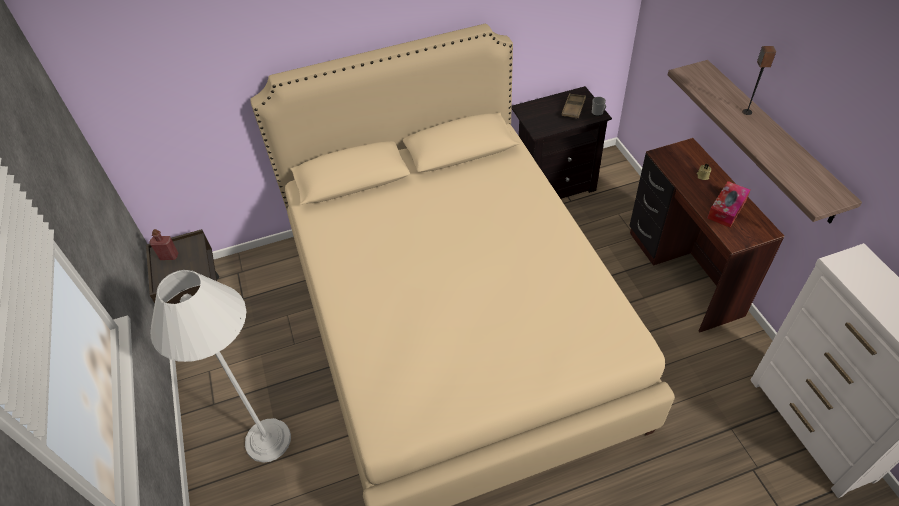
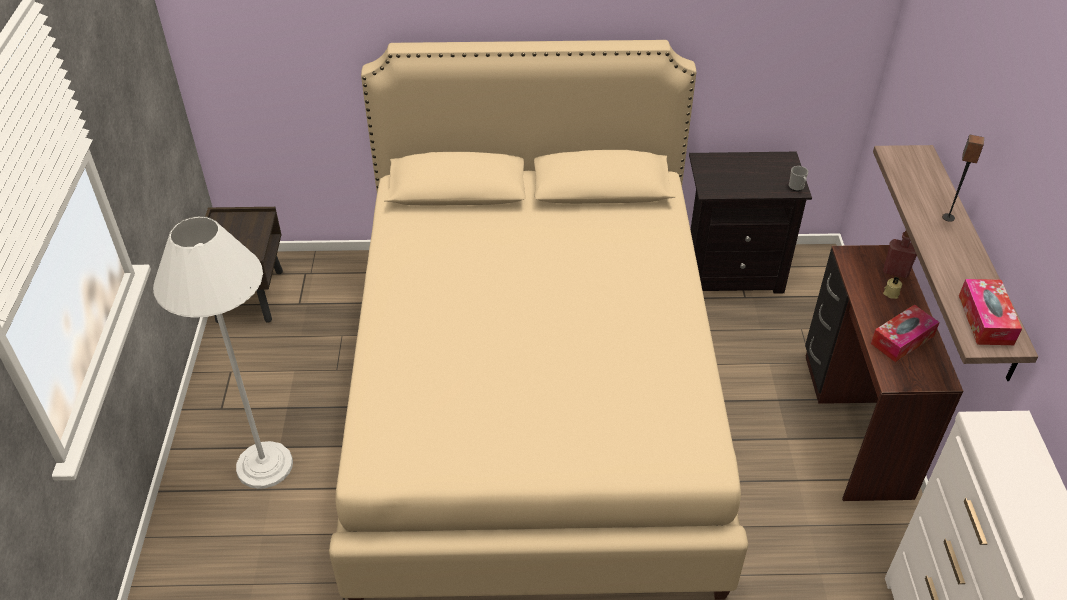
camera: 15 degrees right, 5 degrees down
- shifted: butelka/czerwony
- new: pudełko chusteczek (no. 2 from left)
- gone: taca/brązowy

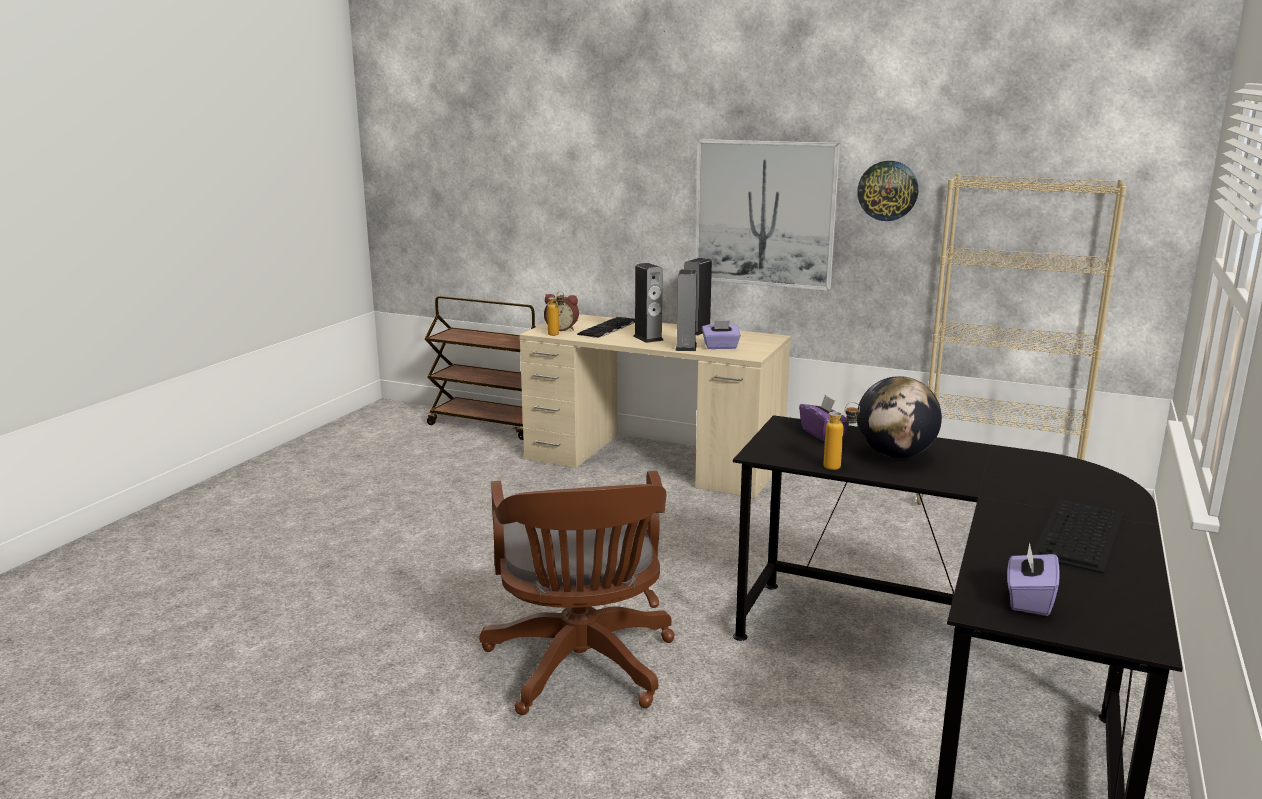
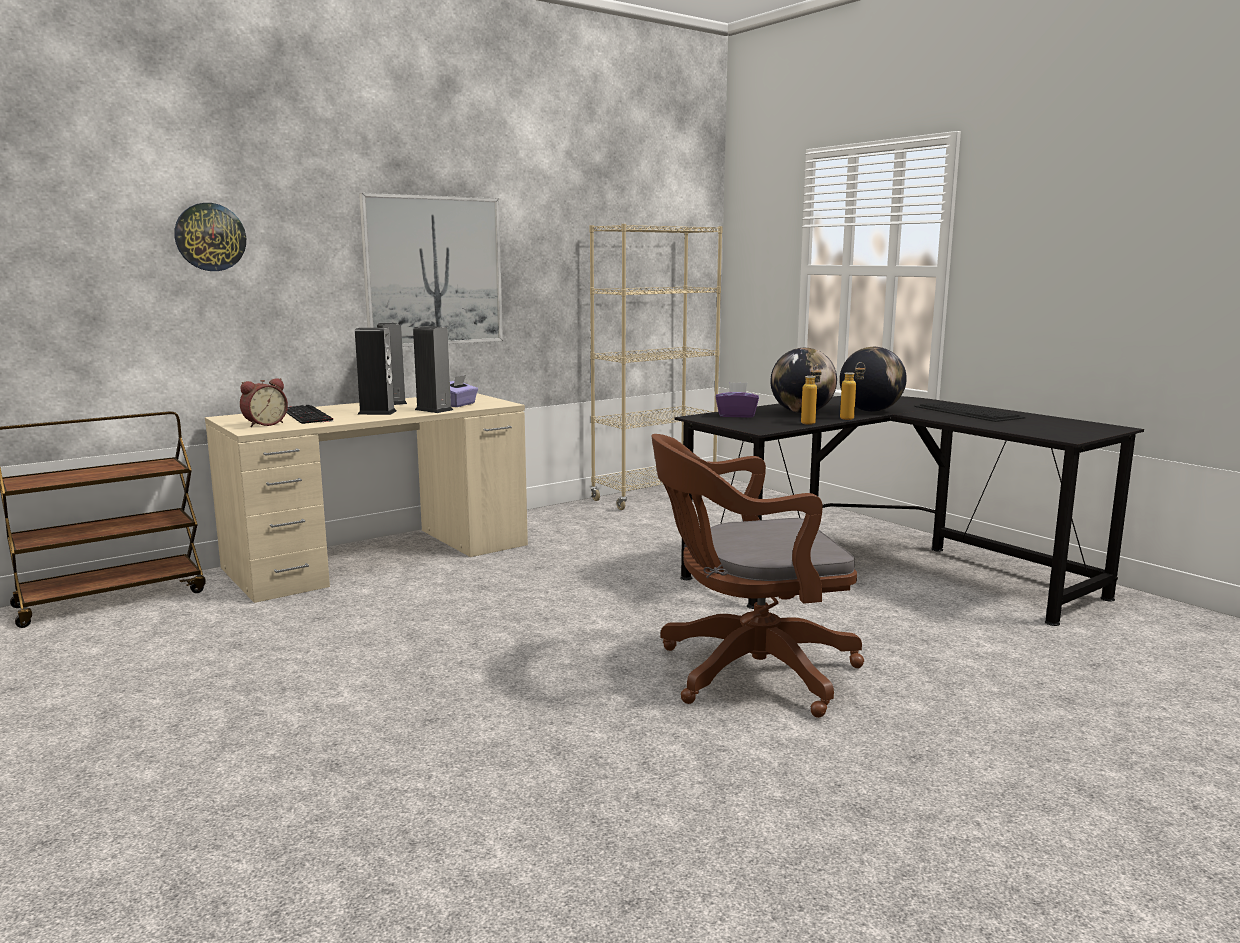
camera: 60 degrees left, 5 degrees down
- shifted: zegar ścienny
- rotated: krzesło biurowe/brązowy 150 degrees clockwise
- new: globus (no. 2 from left)
- shifted: butelka (no. 1 from left in the first image) to butelka (no. 2 from left)
- gone: pudełko chusteczek/fioletowy (no. 3 from left)

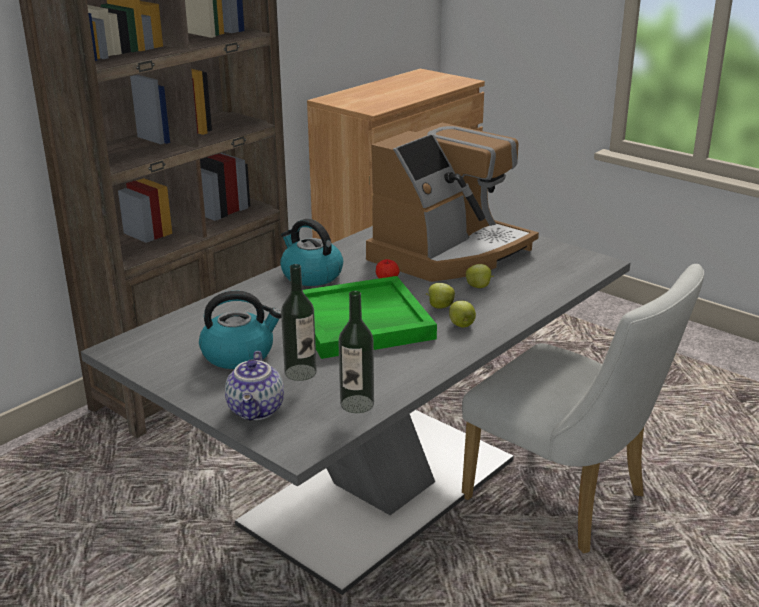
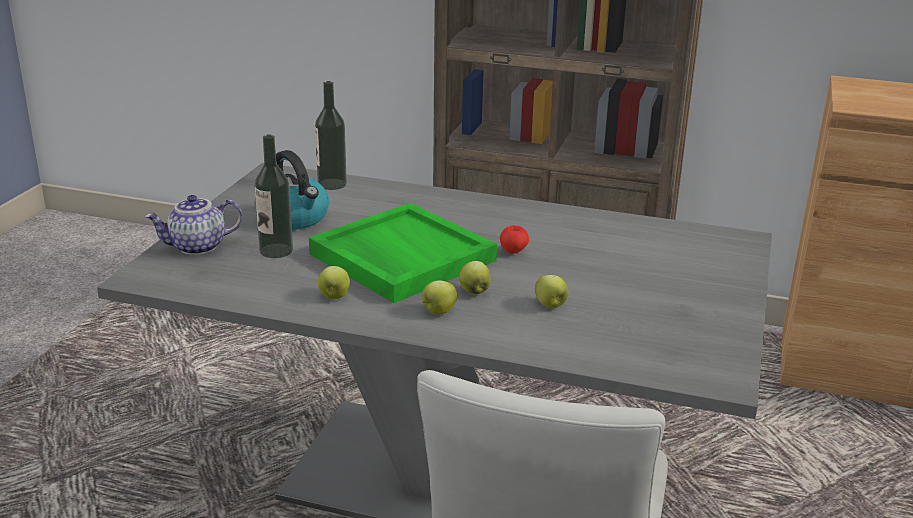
camera: 65 degrees right, 0 degrees up
- shifted: butelka (no. 2 from left)
- new: jabłko (no. 1 from left)
- gone: czajnik (no. 2 from left)
- gone: ekspres do kawy

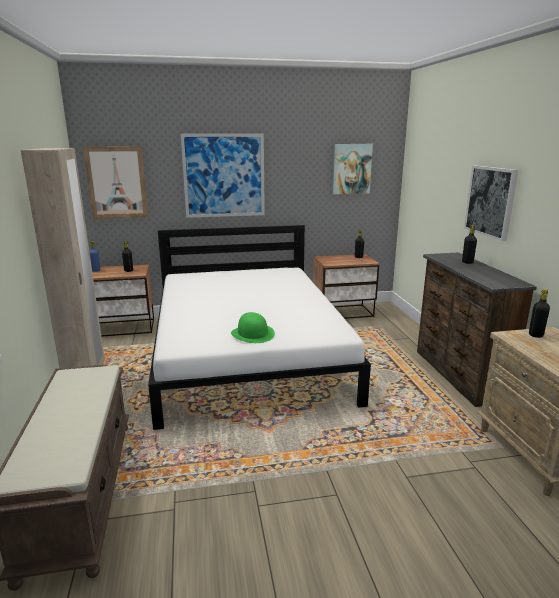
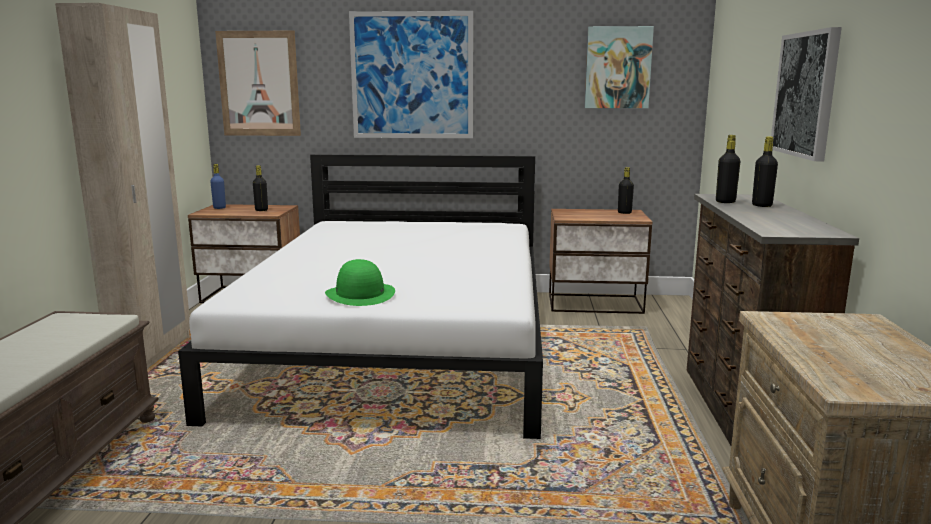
camera: 15 degrees right, 5 degrees down
- shifted: butelka/czarny (no. 4 from left in the first image) to butelka/czarny (no. 3 from left)

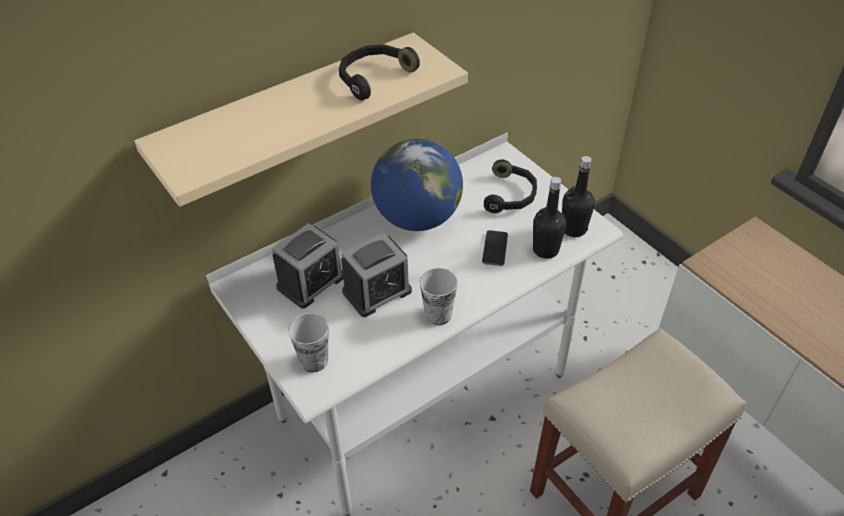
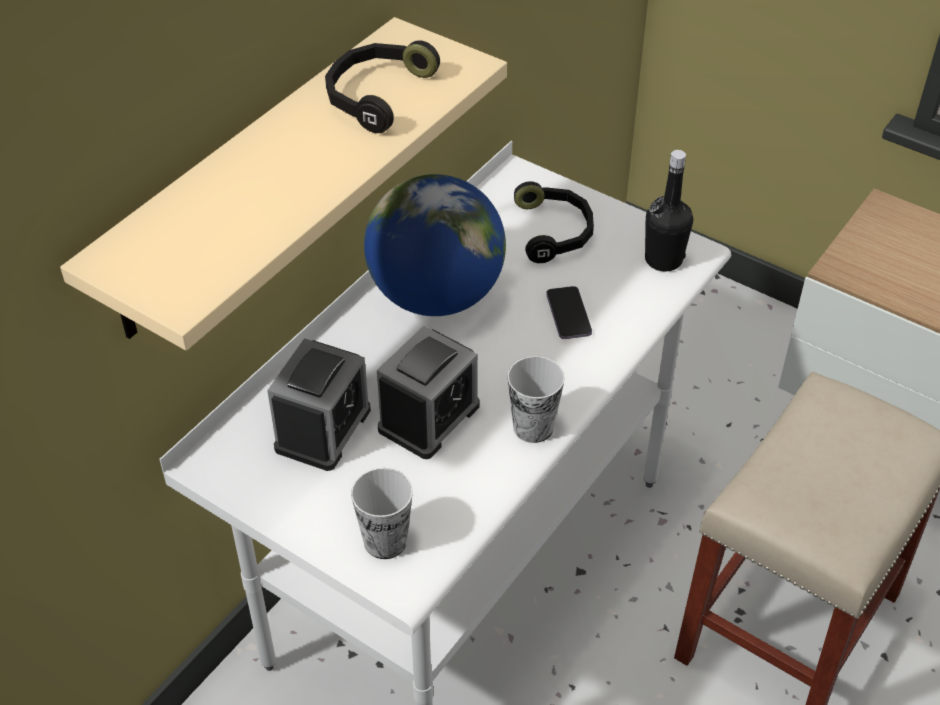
camera: 20 degrees left, 0 degrees up
- gone: butelka/czarny (no. 1 from left)

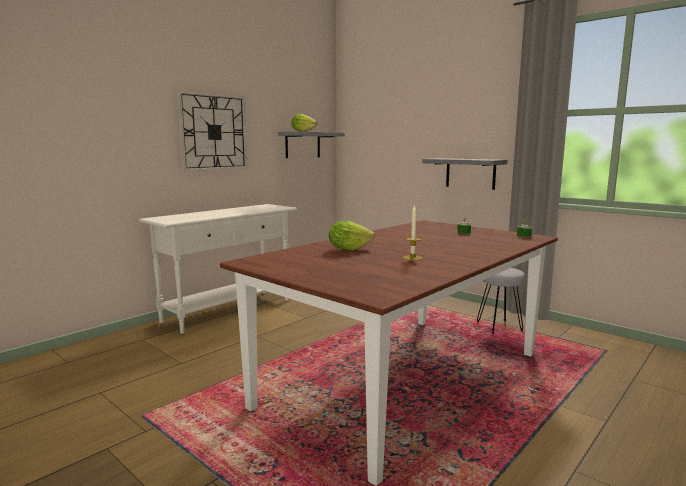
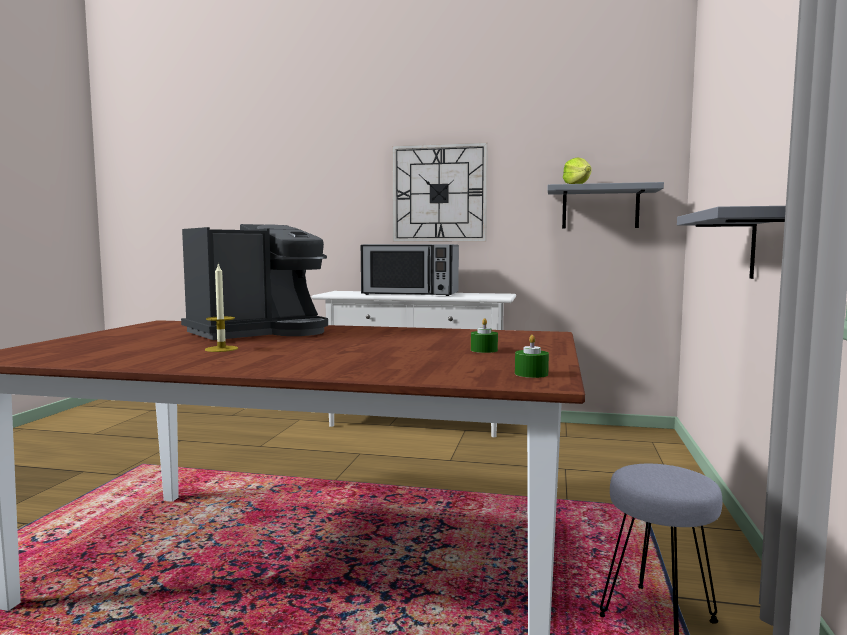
camera: 60 degrees right, 5 degrees down
- swapped: sałata (no. 2 from left) to ekspres do kawy
- new: mikrofalówka

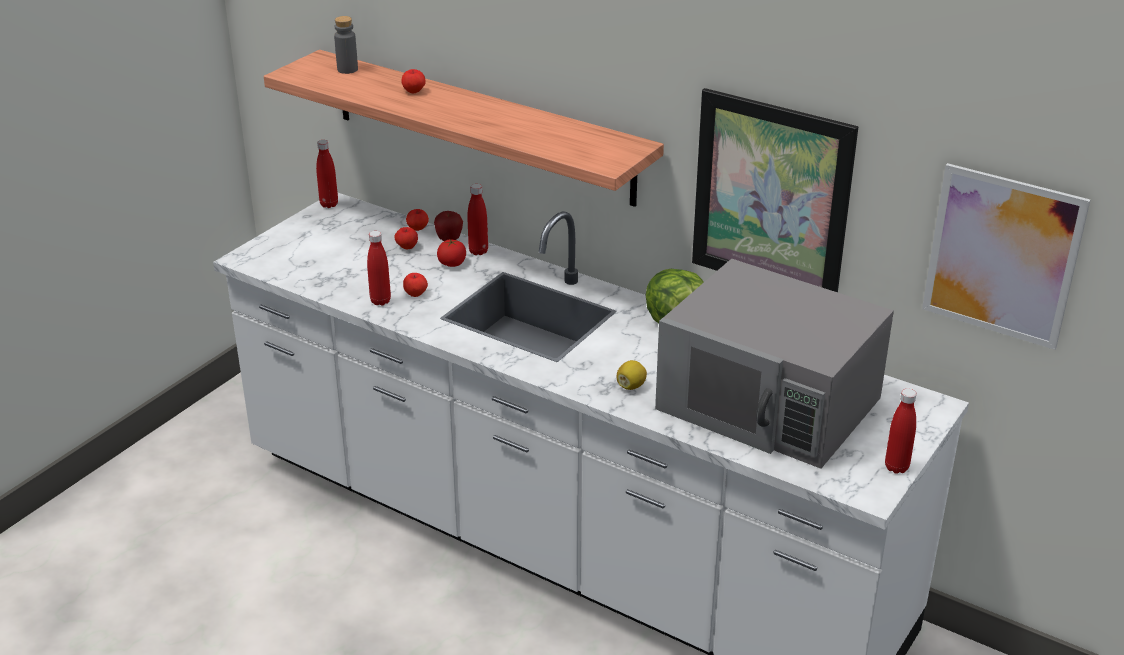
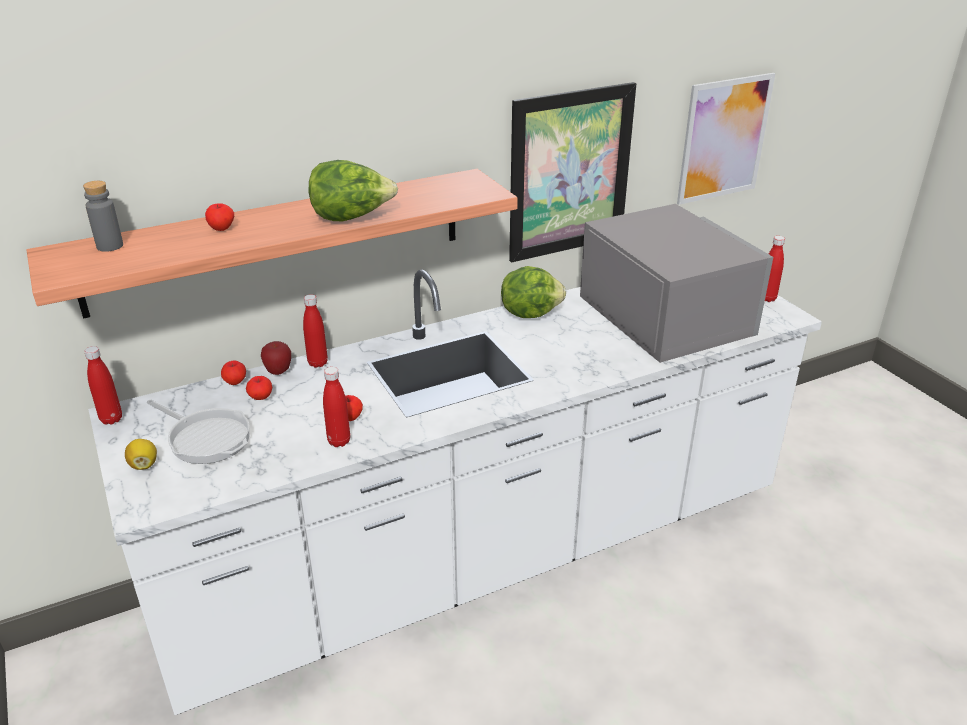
camera: 60 degrees left, 0 degrees up
- shifted: cytryna
- new: patelnia
- new: sałata (no. 1 from left)
- rotated: mikrofalówka/szary 90 degrees counterclockwise
- gone: pomidor

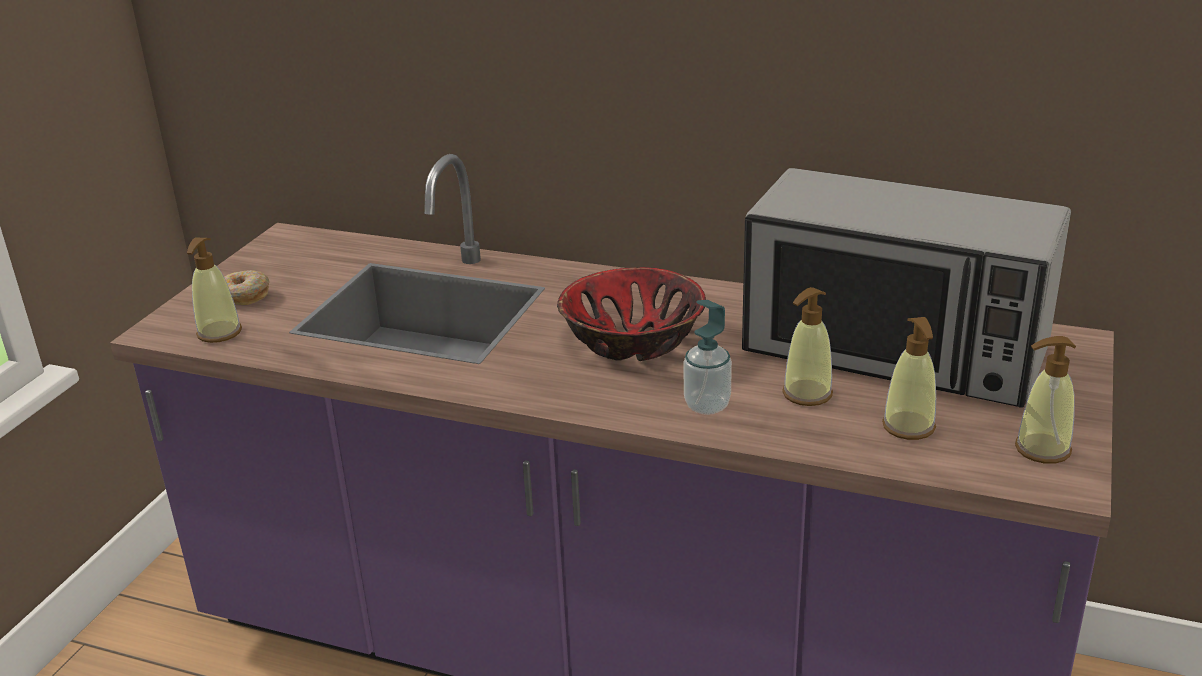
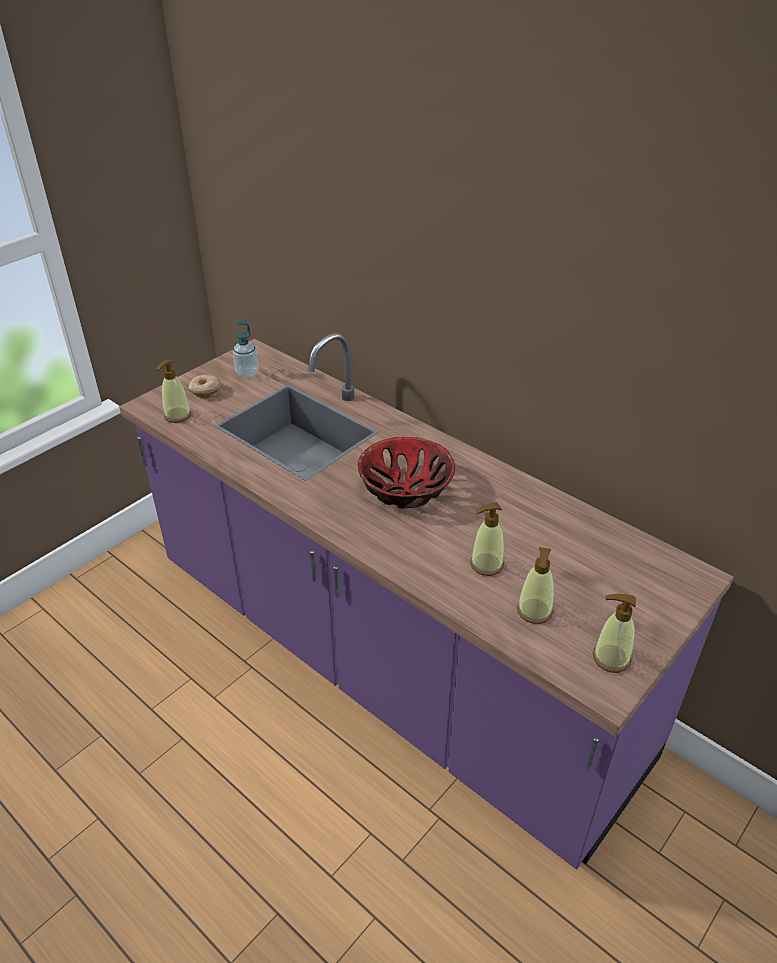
camera: 20 degrees right, 10 degrees up
- shifted: dozownik mydła (no. 2 from left)
- gone: mikrofalówka

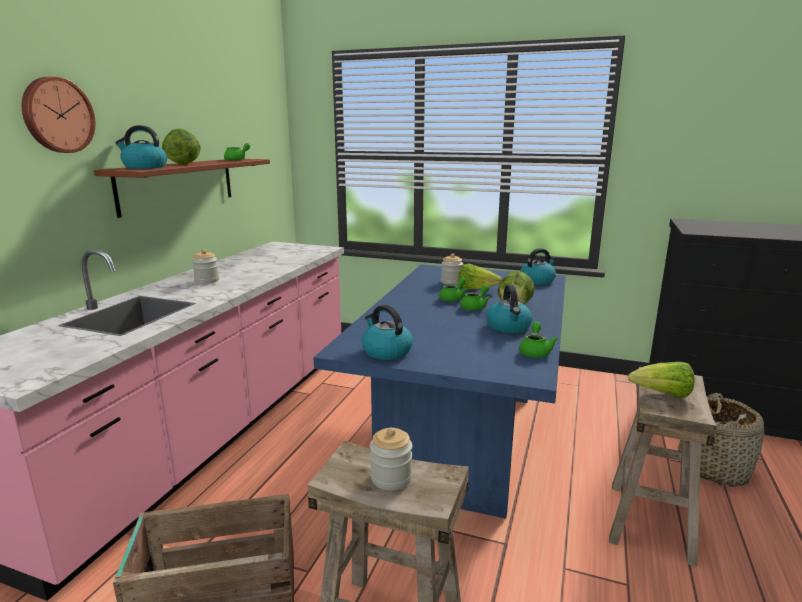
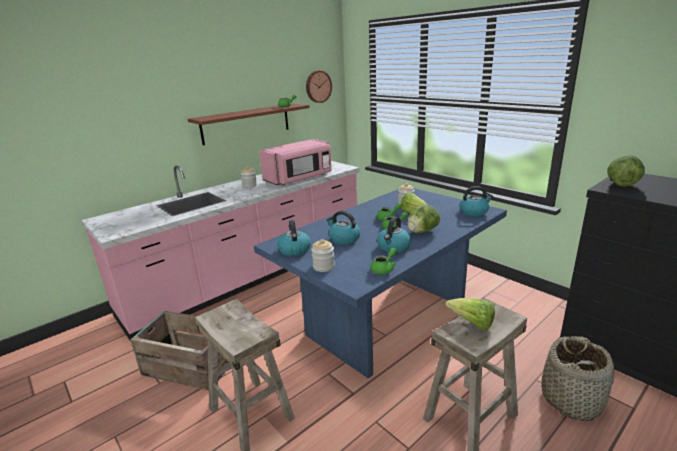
camera: 30 degrees right, 5 degrees up
- new: mikrofalówka/różowy
- shifted: zegar ścienny
- shifted: słoik (no. 2 from left)
- shifted: czajnik (no. 1 from left in the first image) to czajnik (no. 2 from left)
- shifted: sałata (no. 1 from left in the first image) to sałata (no. 4 from left)

